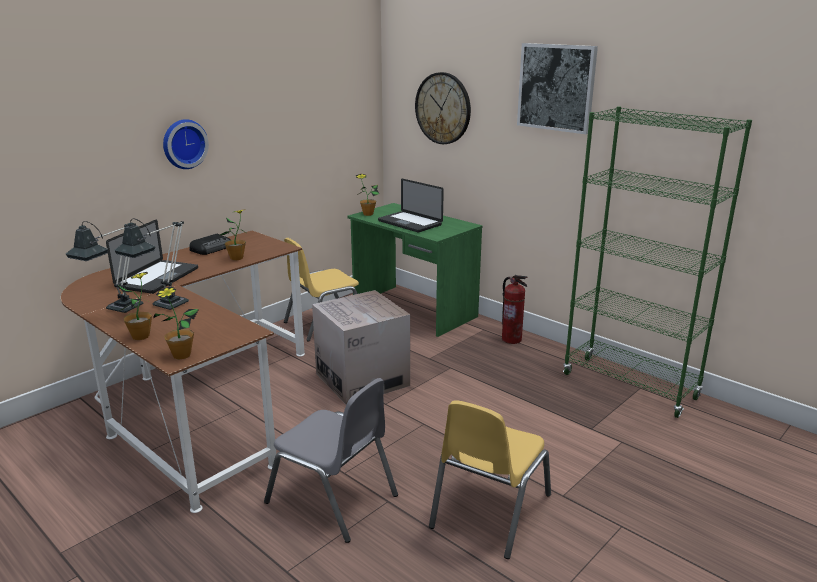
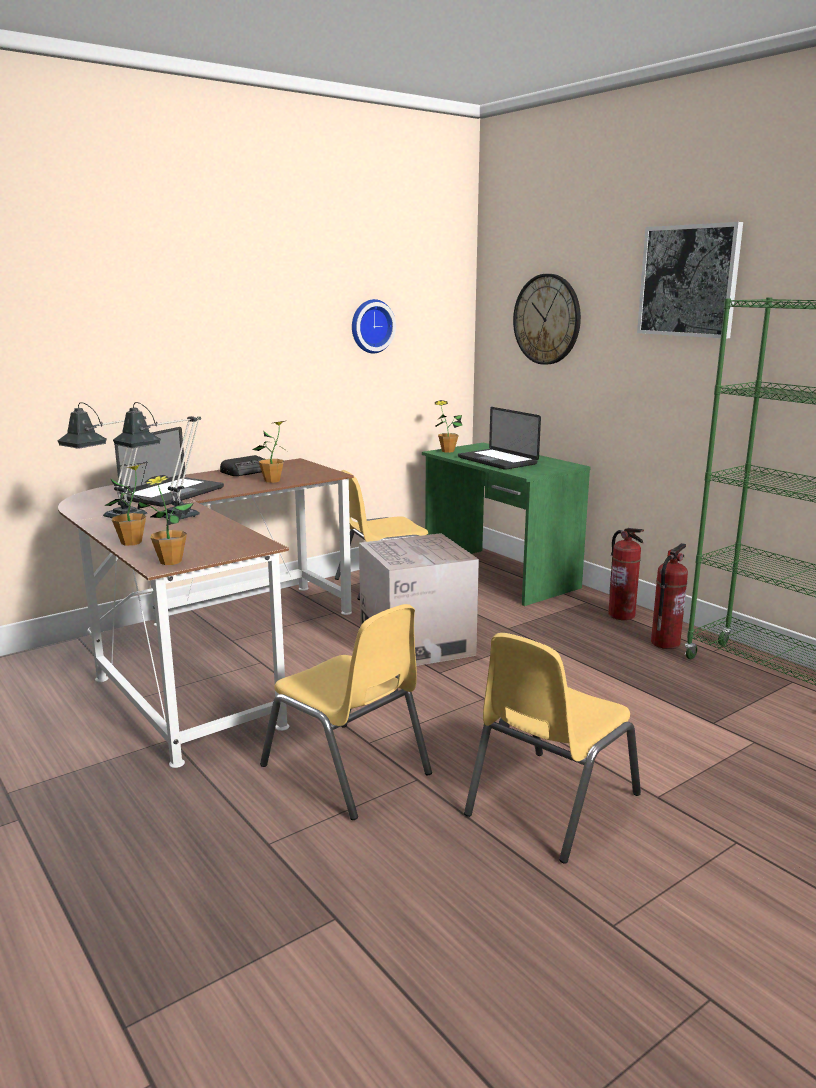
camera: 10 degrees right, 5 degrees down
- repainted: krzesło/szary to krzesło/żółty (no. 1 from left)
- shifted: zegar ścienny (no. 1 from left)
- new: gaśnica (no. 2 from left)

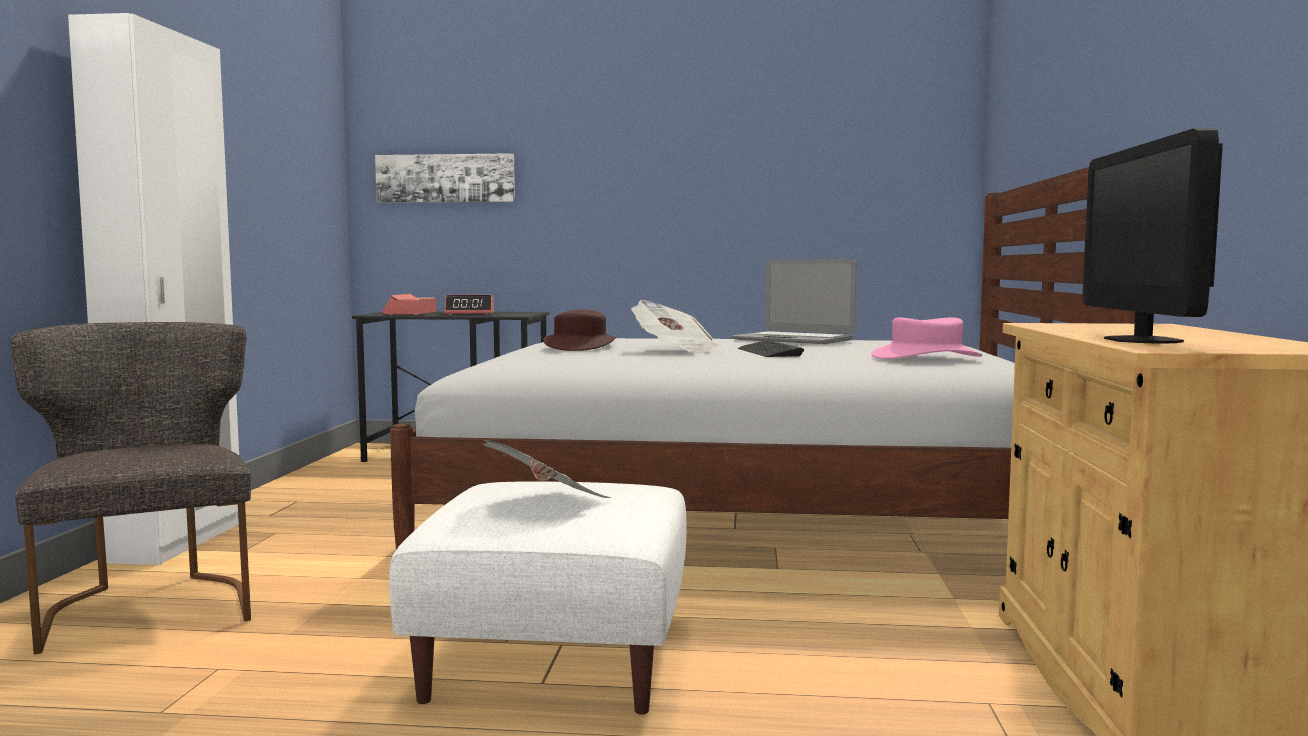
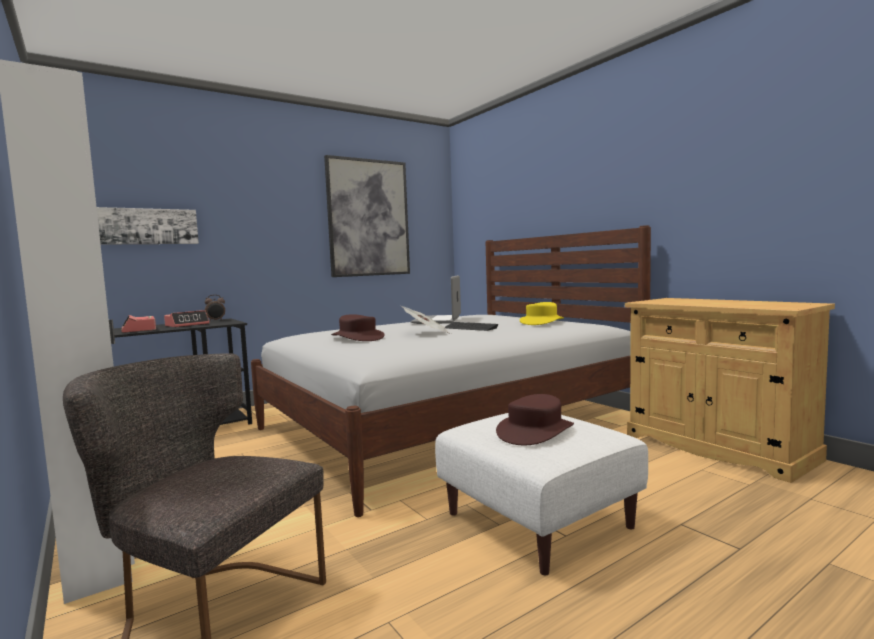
camera: 40 degrees left, 0 degrees up
- new: budzik (no. 3 from left)
- new: obraz (no. 2 from left)
- rotated: laptop 105 degrees clockwise
- swapped: gazeta (no. 1 from left) to kapelusz/brązowy (no. 2 from left)
- repainted: kapelusz/różowy to kapelusz/żółty
- gone: monitor

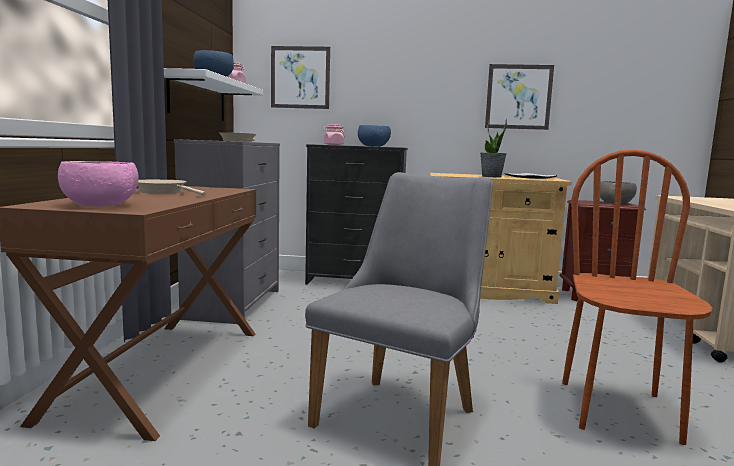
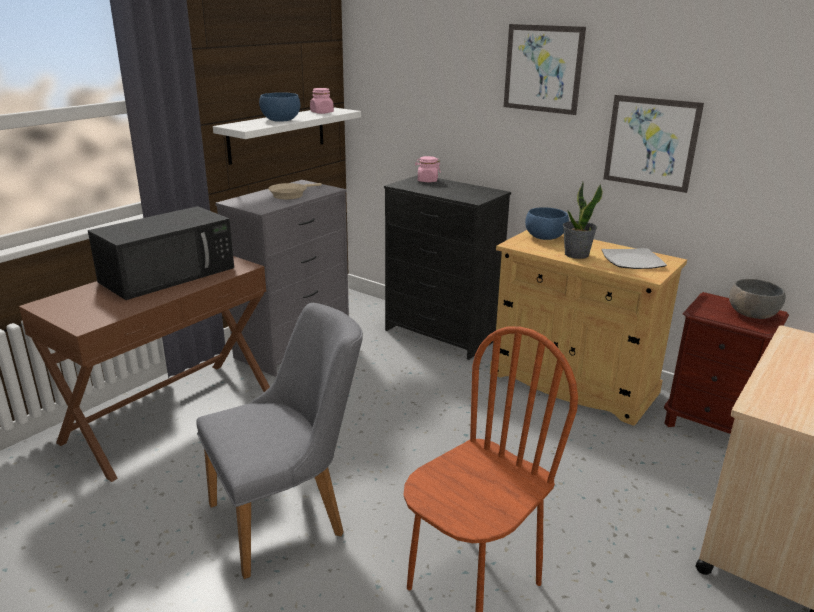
camera: 30 degrees right, 15 degrees up
- swapped: patelnia/beżowy (no. 1 from left) to mikrofalówka/czarny
- shifted: obraz (no. 1 from left)
- shifted: miska/niebieski (no. 2 from left)
- gone: miska/różowy

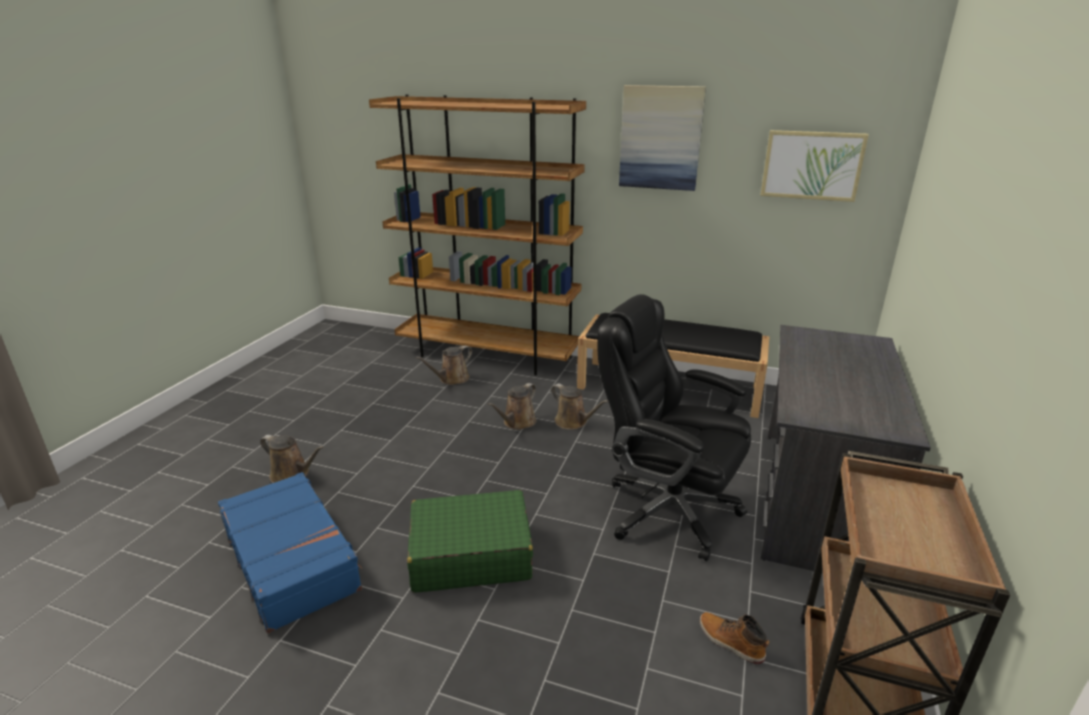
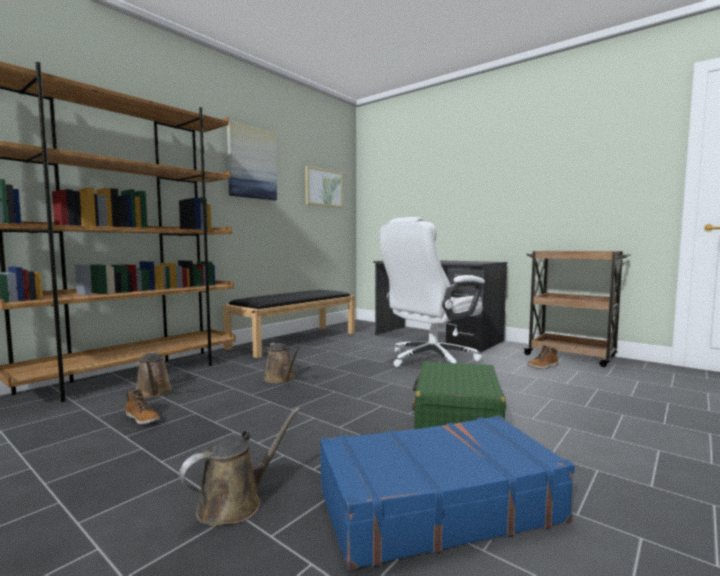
camera: 70 degrees left, 20 degrees down
- new: but z cholewką (no. 1 from left)
- repainted: krzesło biurowe/czarny to krzesło biurowe/biały
- gone: konewka/brązowy (no. 4 from left)

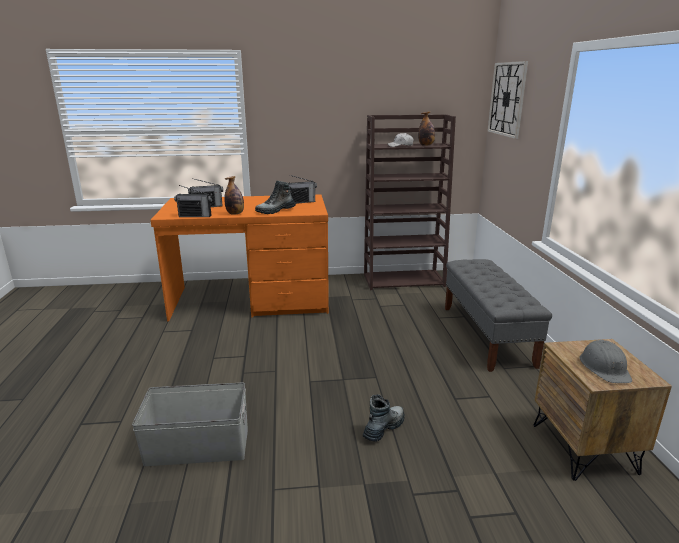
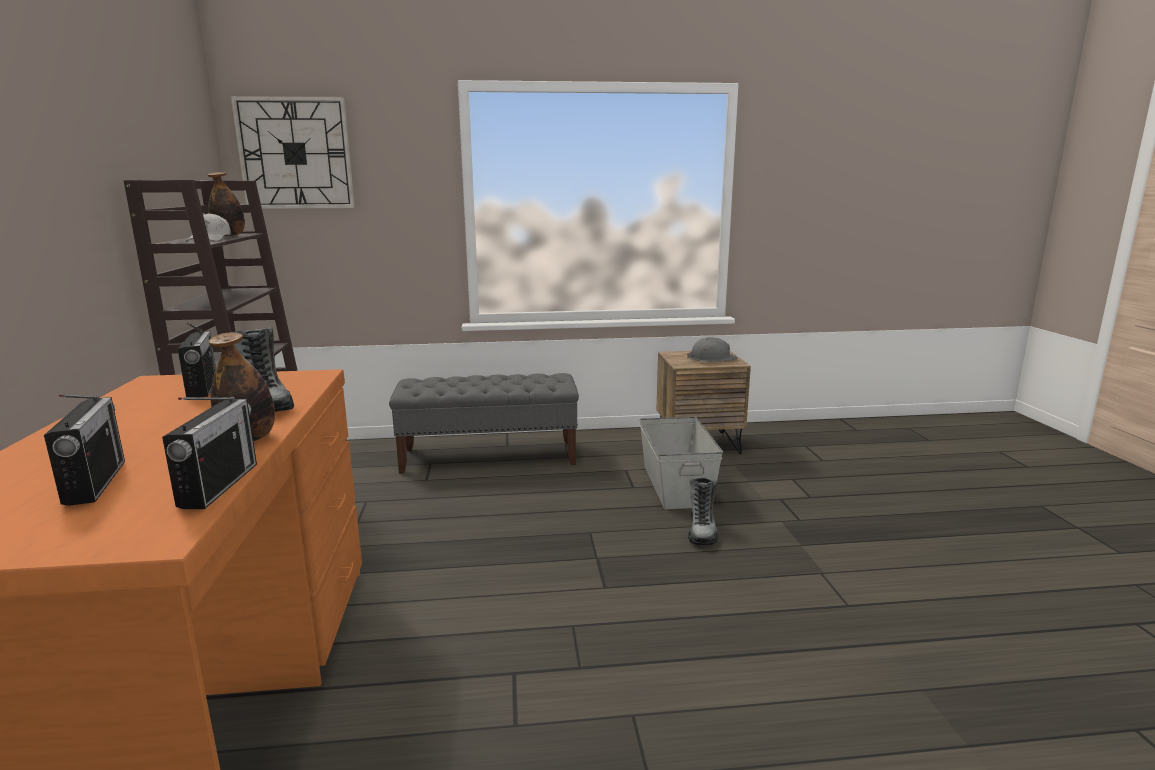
camera: 90 degrees left, 5 degrees down
- shifted: pojemnik do przechowywania/szary
- rotated: but z cholewką (no. 2 from left) 120 degrees counterclockwise

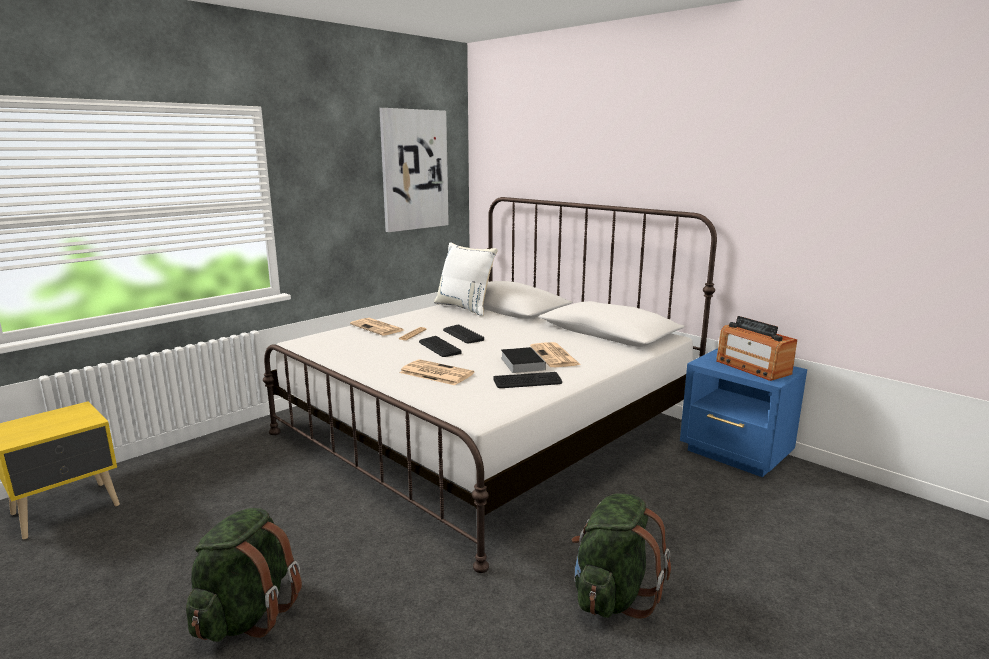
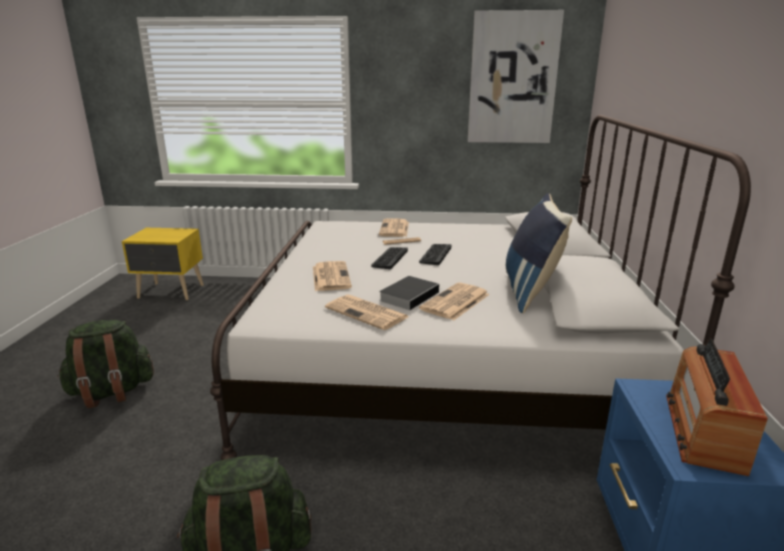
camera: 50 degrees right, 5 degrees up
- swapped: klawiatura (no. 3 from left) to gazeta (no. 2 from left)
- new: poduszka/niebieski
- gone: poduszka/biały

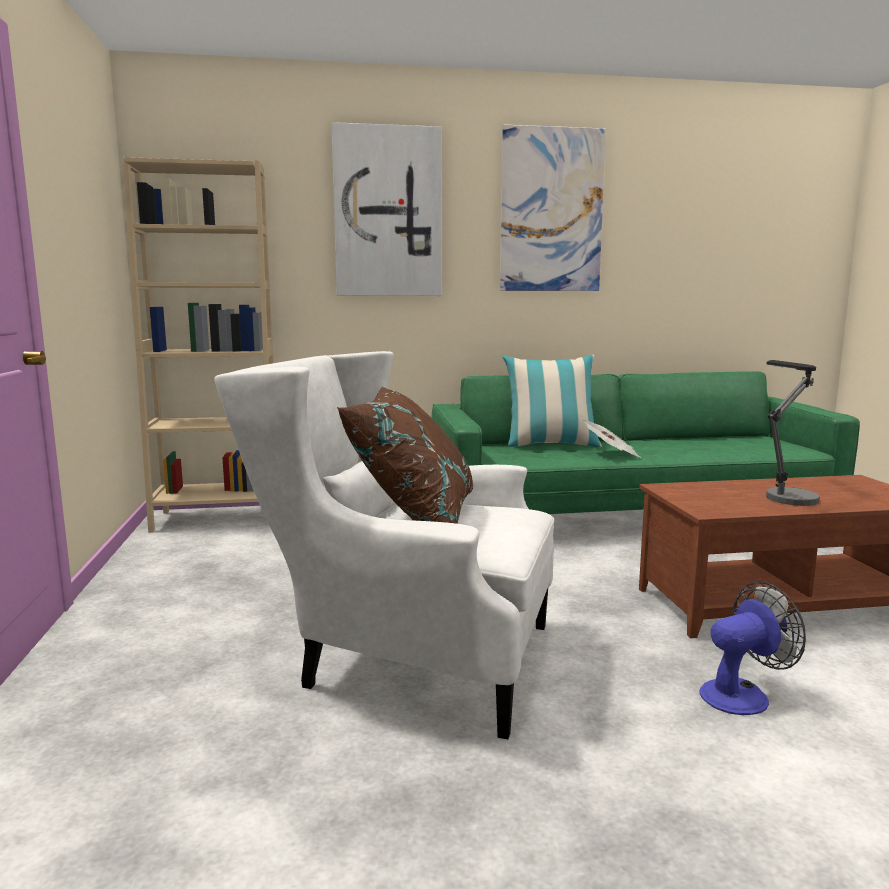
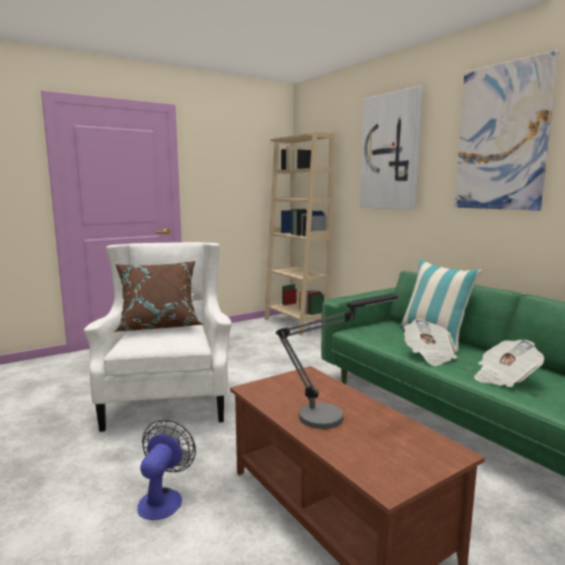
camera: 65 degrees right, 0 degrees up
- rotated: wentylator 120 degrees counterclockwise
- new: gazeta (no. 2 from left)

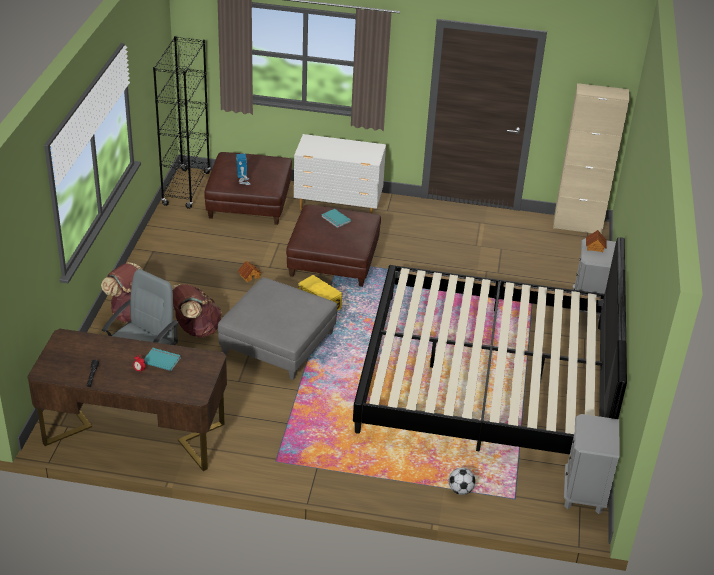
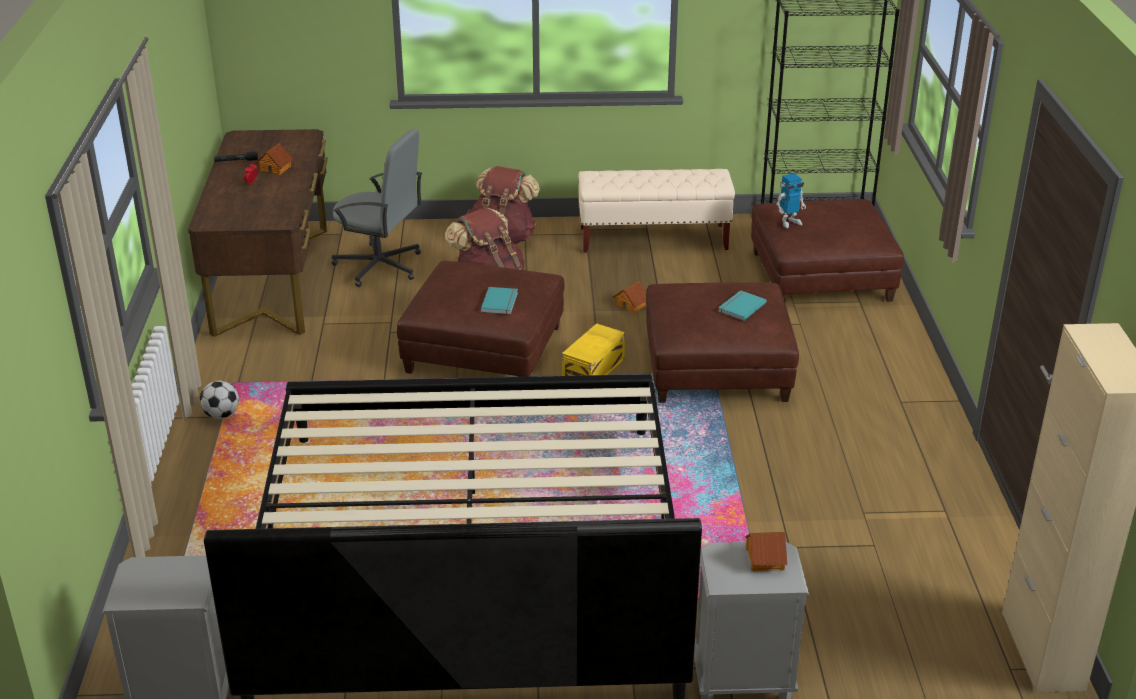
camera: 80 degrees right, 5 degrees down
- shifted: piłka futbolowa
- new: domek (no. 1 from left)
- repainted: pufa/szary to pufa/brązowy (no. 1 from left)
- shifted: książka/turkusowy (no. 1 from left)
- new: ławka/beżowy
- gone: komoda/biały

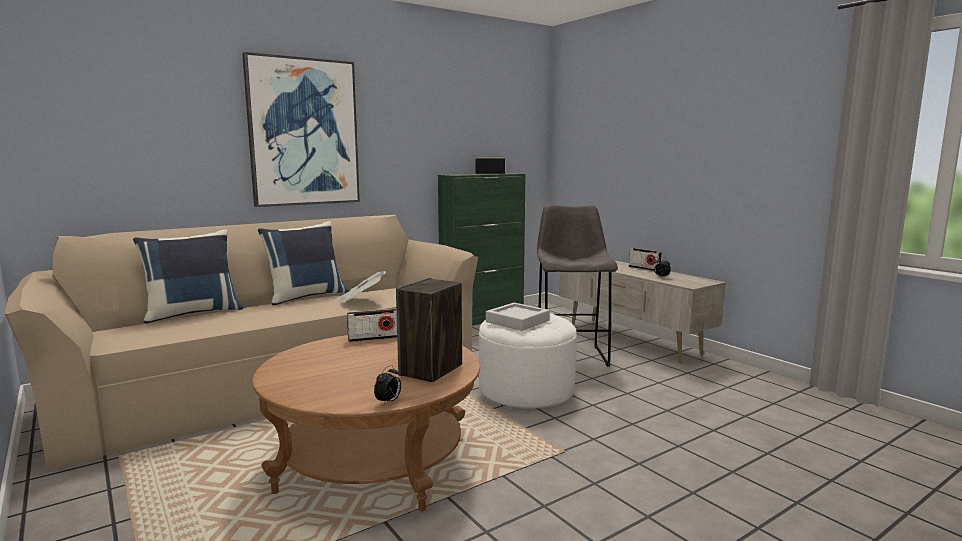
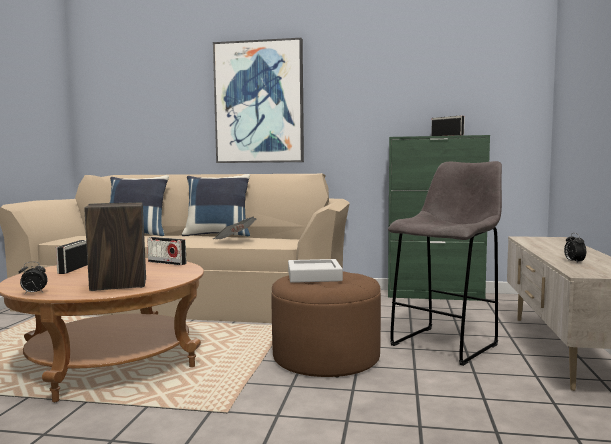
camera: 45 degrees right, 5 degrees down
- shifted: radio (no. 3 from left in the first image) to radio (no. 1 from left)
- repainted: pufa/biały to pufa/brązowy

